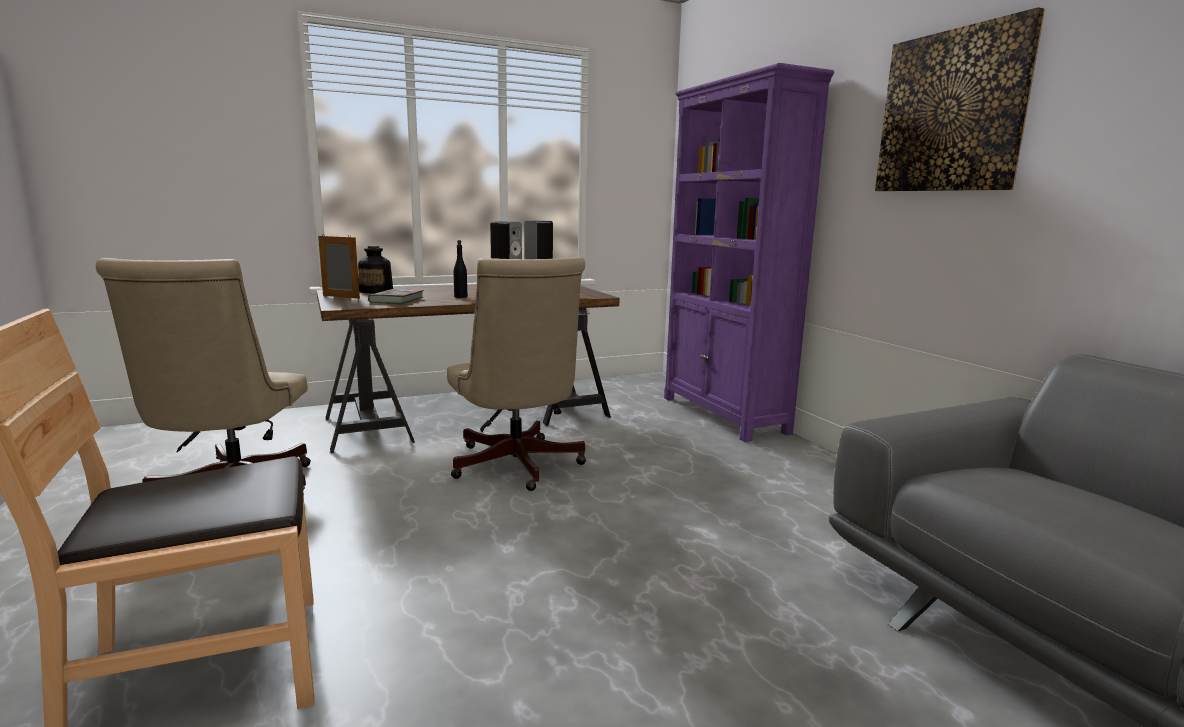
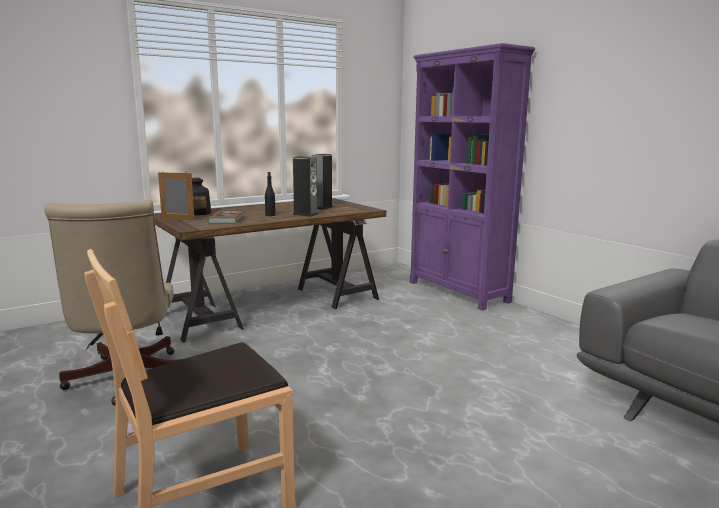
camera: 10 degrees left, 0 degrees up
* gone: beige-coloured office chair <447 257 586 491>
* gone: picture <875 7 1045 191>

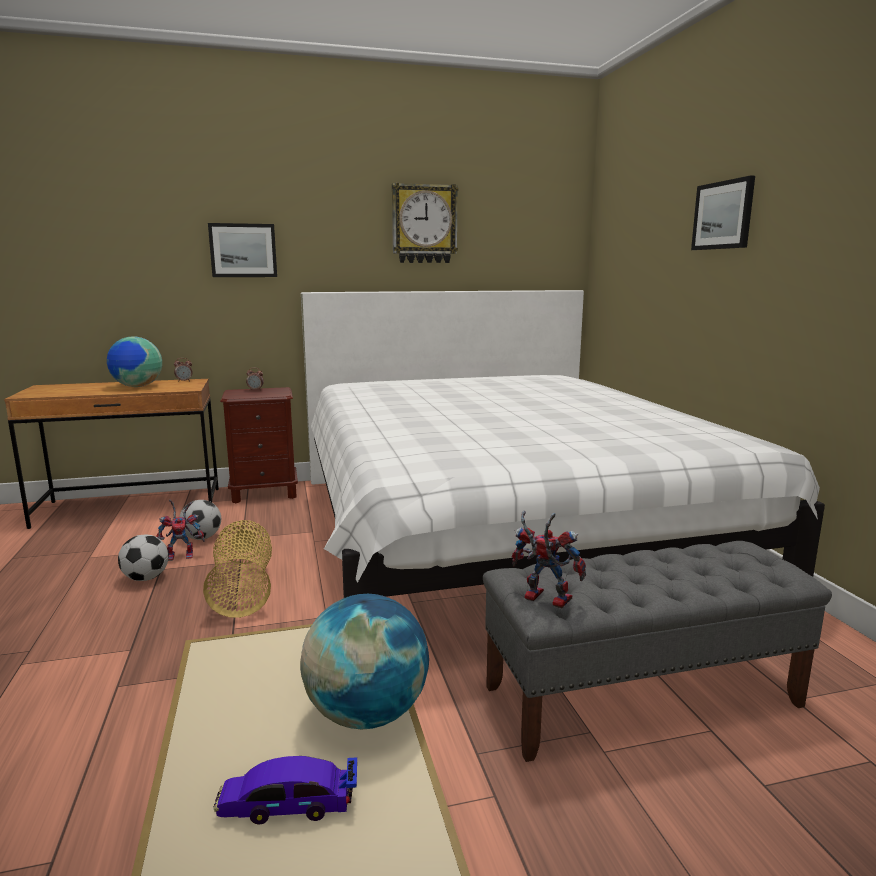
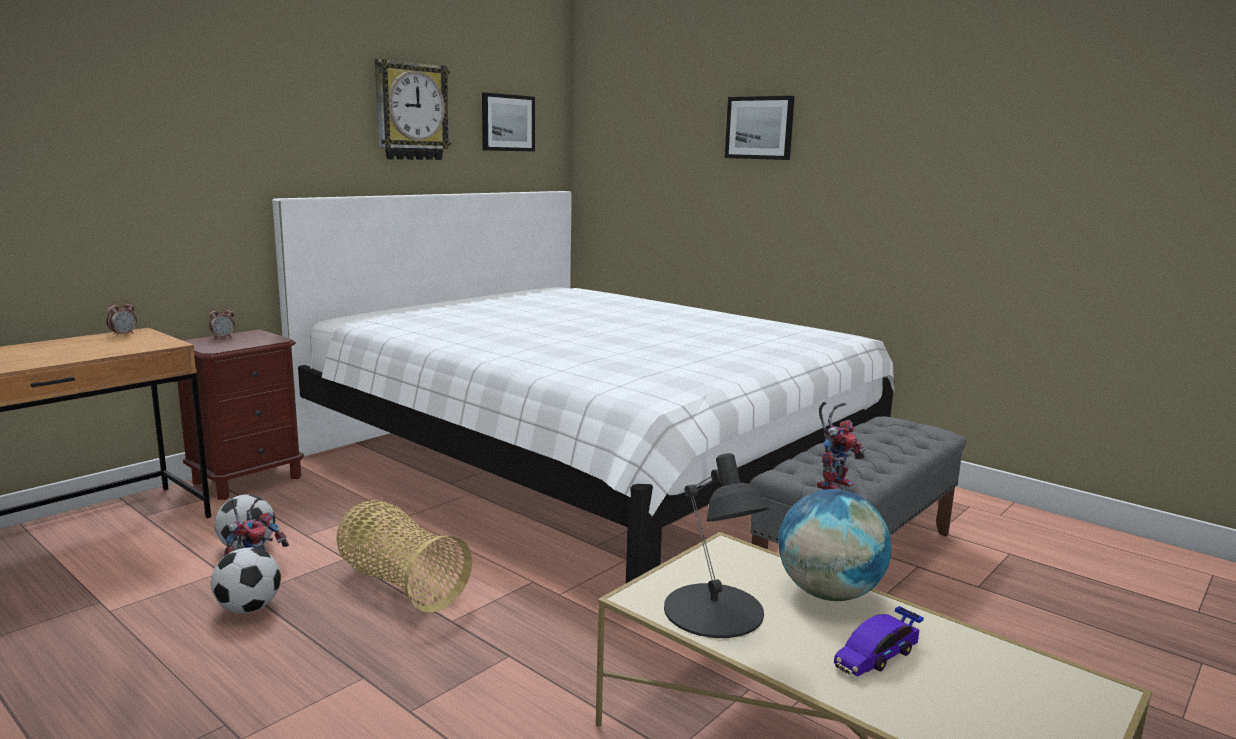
camera: 35 degrees left, 0 degrees up
* shifted: picture <208 223 277 277> to <482 92 535 152>
* new: blackish lamp for a table <664 453 769 638>
* rotated: robot figure <512 511 586 609> = <817 401 866 490> 135 degrees clockwise
* gone: globe <107 337 162 387>

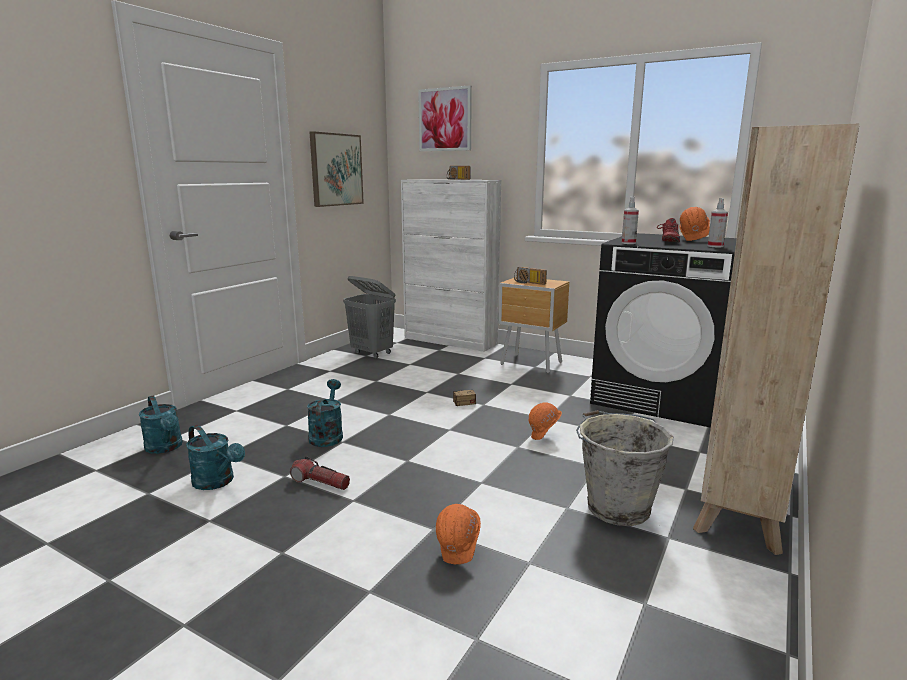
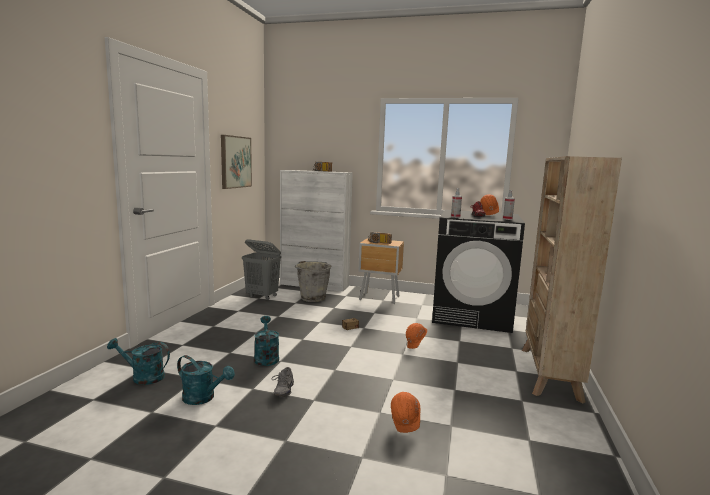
camera: 15 degrees left, 5 degrees down
* rotated: blue-green watering pot <139 395 183 454> = <107 338 170 385> 150 degrees clockwise
* swapped: hand torch <290 456 350 490> to grey shoe <271 367 294 397>
* shifted: grey bucket <576 410 673 526> to <295 261 332 302>
* gone: picture <418 85 472 151>

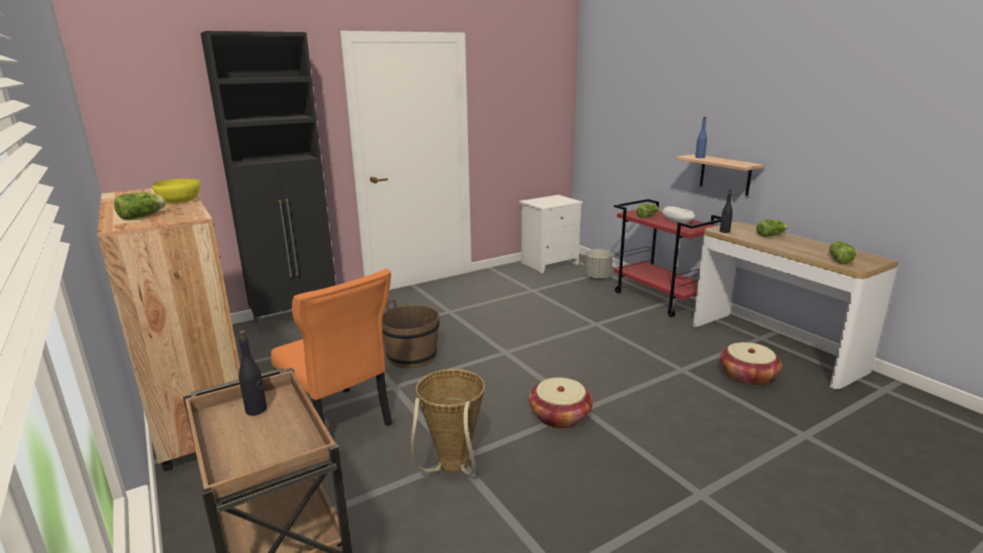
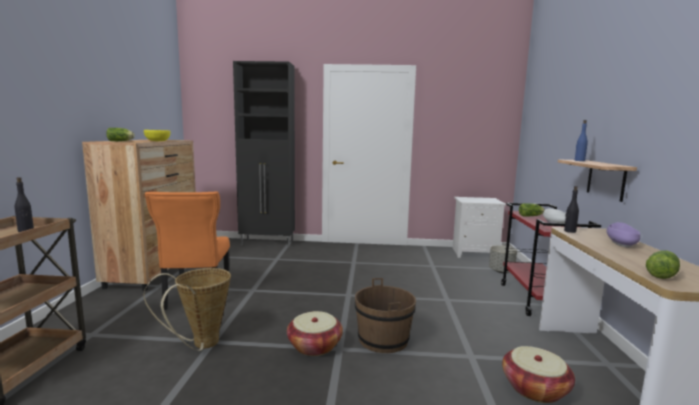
camera: 35 degrees right, 10 degrees down
* shifted: brownish bucket <382 300 440 368> to <355 278 416 353>
* swapped: lettuce <756 220 788 237> to purplish serving bowl <607 222 640 247>

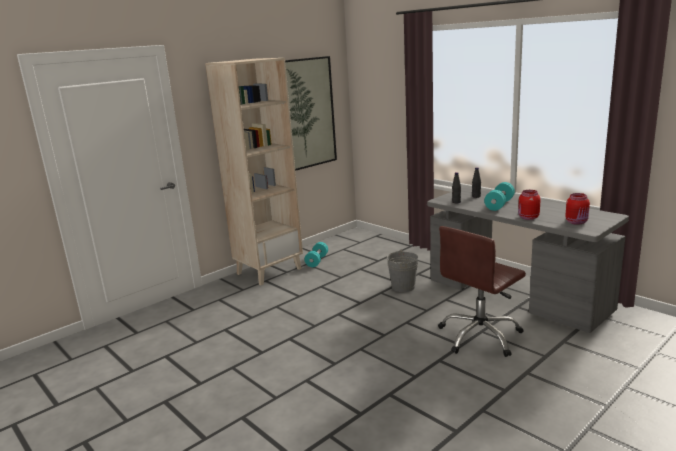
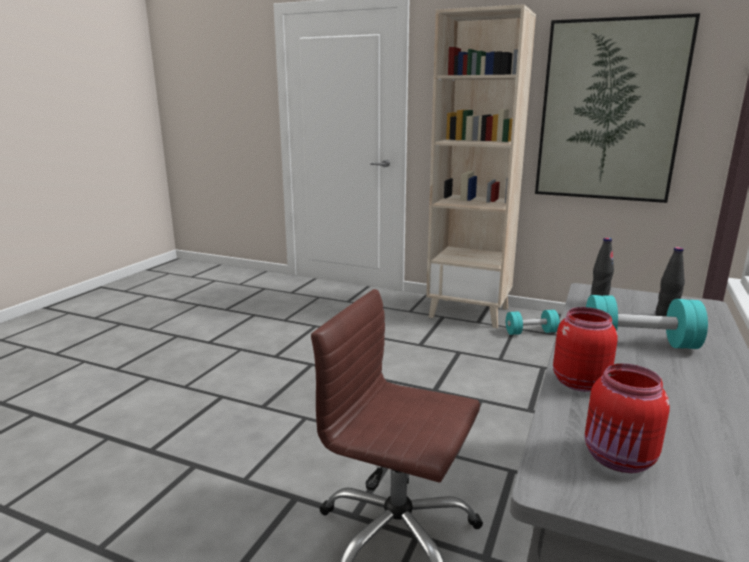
camera: 65 degrees right, 0 degrees up
* gone: grey bucket <387 249 418 292>

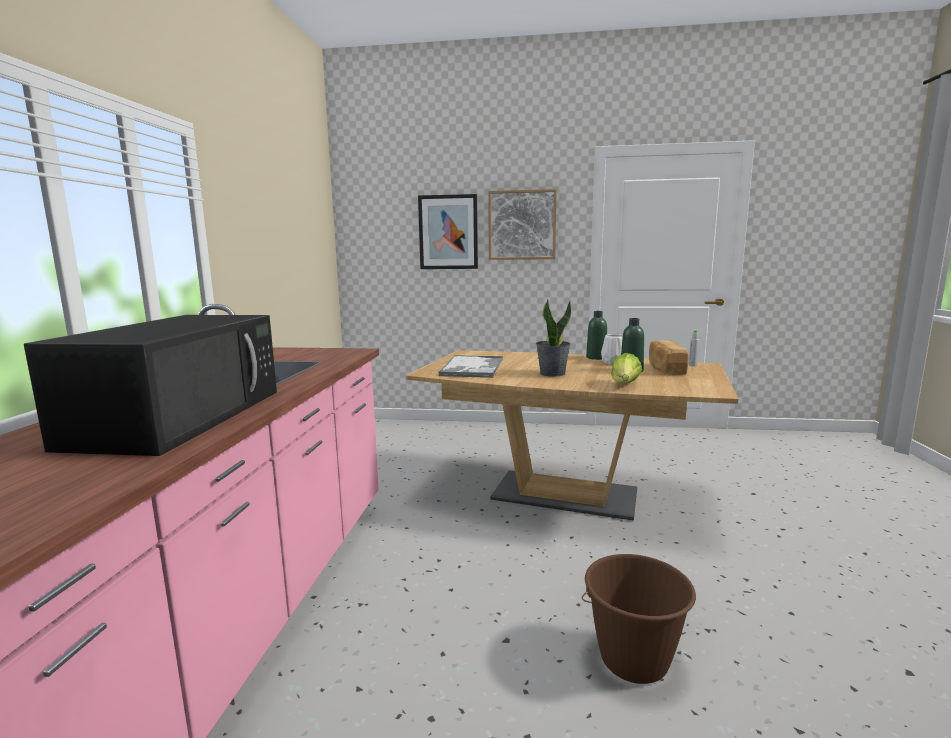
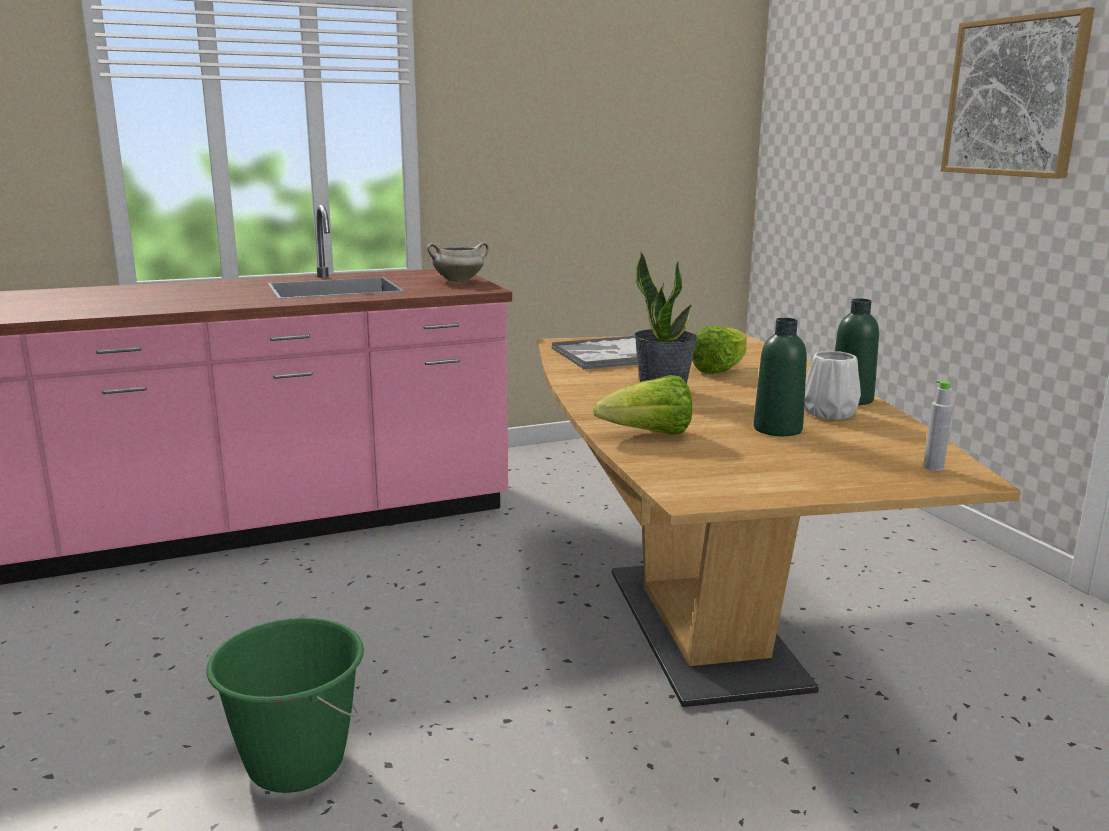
camera: 60 degrees right, 5 degrees up
* repainted: brownish bucket <582 554 696 684> to green-coloured bucket <206 618 364 793>
* new: whitish stockpot <427 242 489 282>
* new: lettuce <692 326 747 374>
* gone: blackish microwave <24 315 277 456>
* gone: picture <418 194 478 269>
* gone: baked bread <649 340 688 375>

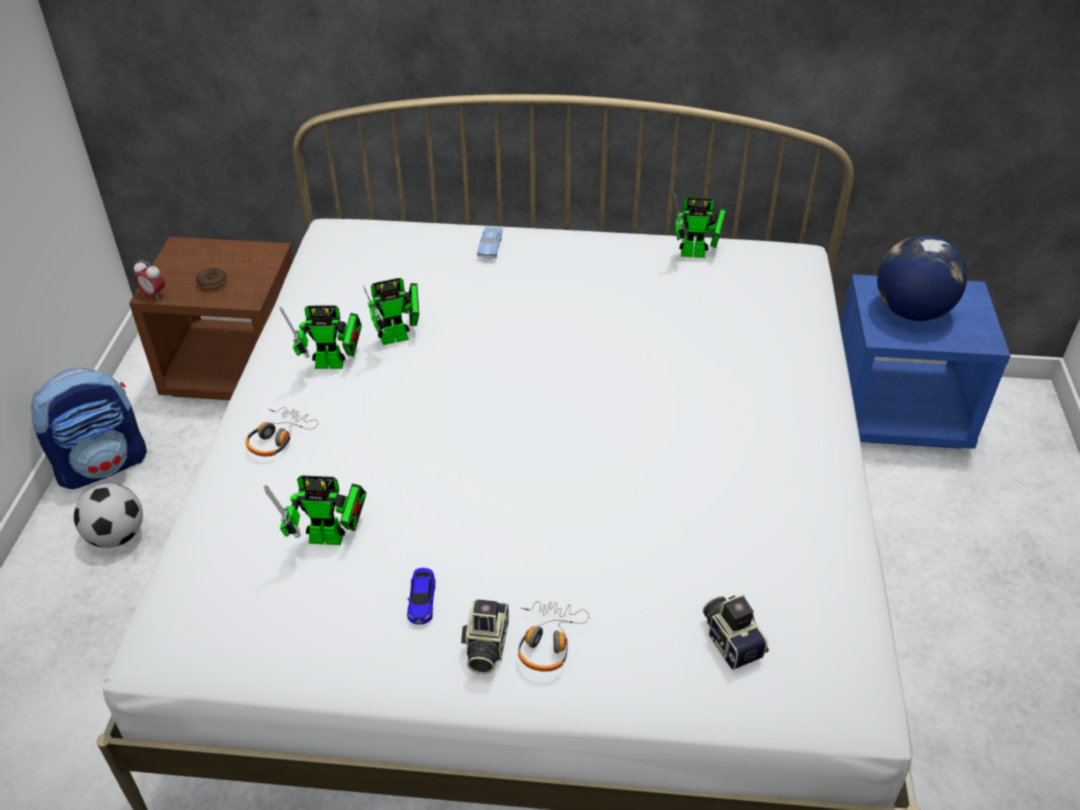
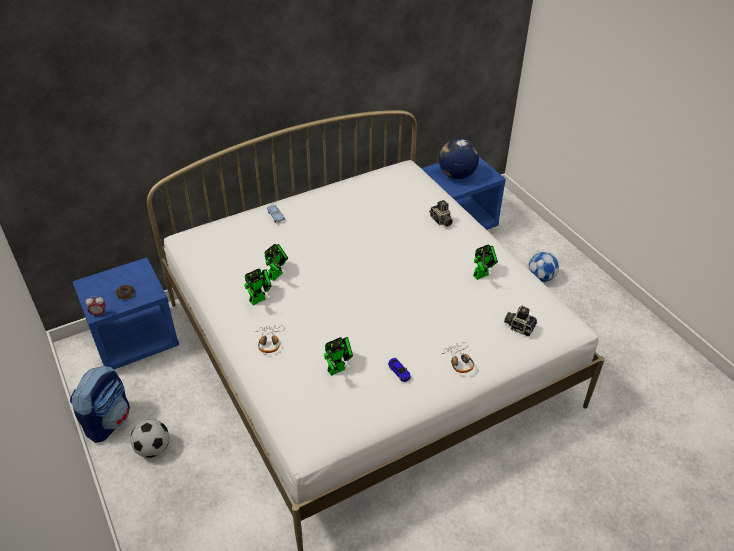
camera: 35 degrees left, 0 degrees up
* repainted: brownish nightstand <129 237 294 400> to blue-coloured nightstand <72 257 179 369>
* shifted: photo camera <461 599 509 674> to <429 200 453 227>
* shifted: robot figure <674 193 727 258> to <473 244 498 280>
* new: football <528 252 559 282>

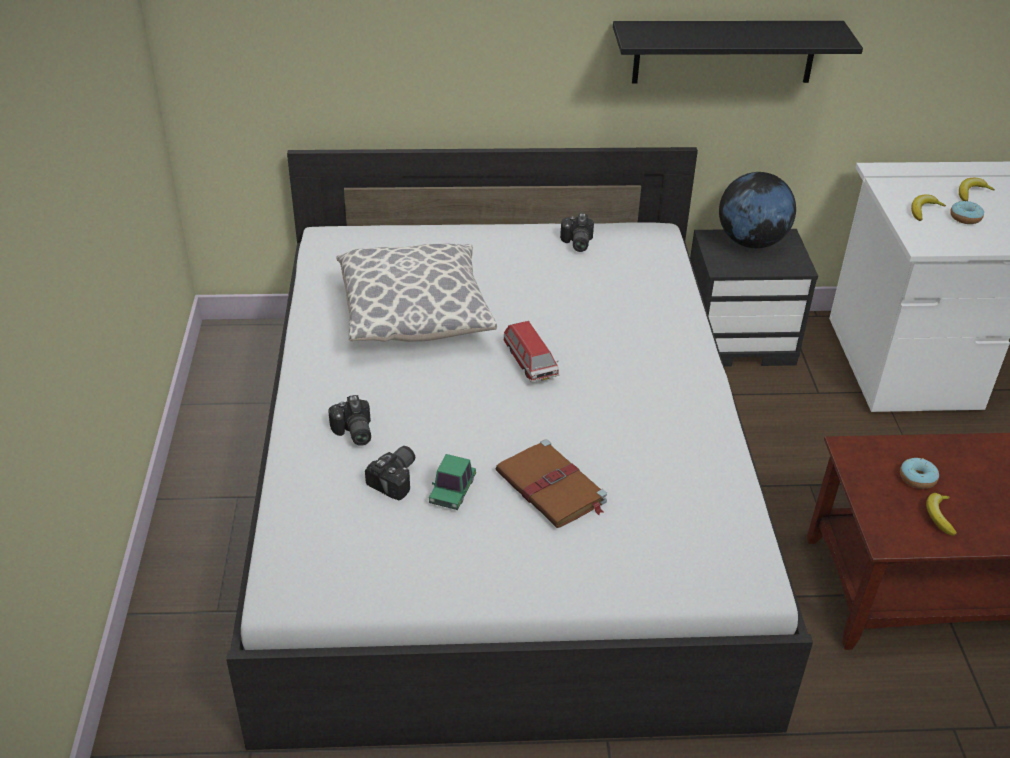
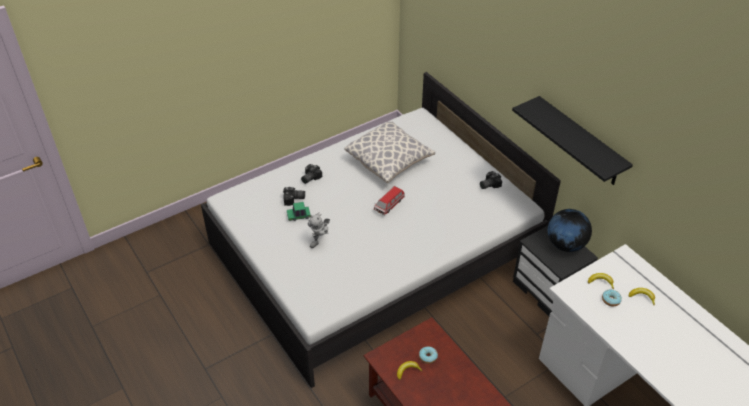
camera: 60 degrees right, 5 degrees up
* swapped: brownish book <495 439 607 528> to robot figure <308 212 330 248>

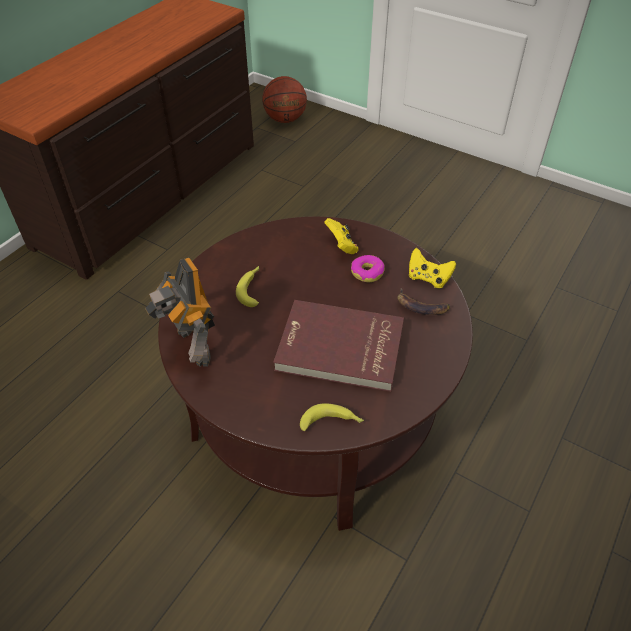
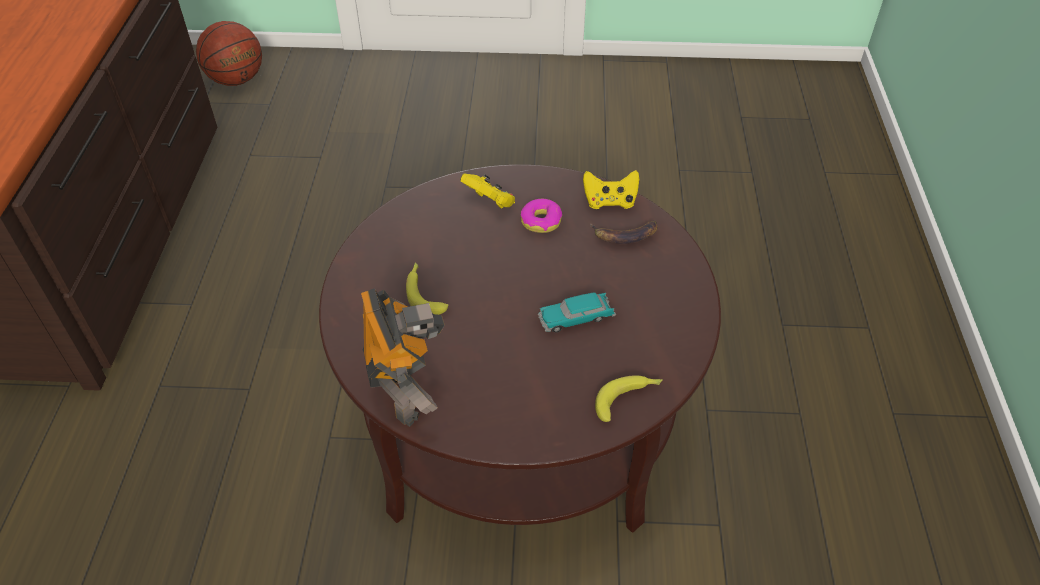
camera: 30 degrees left, 0 degrees up
* rotated: robot figure <145 258 215 367> = <361 288 445 427> 135 degrees counterclockwise
* swapped: reddish book <273 300 404 392> to miniature car <537 293 616 332>

